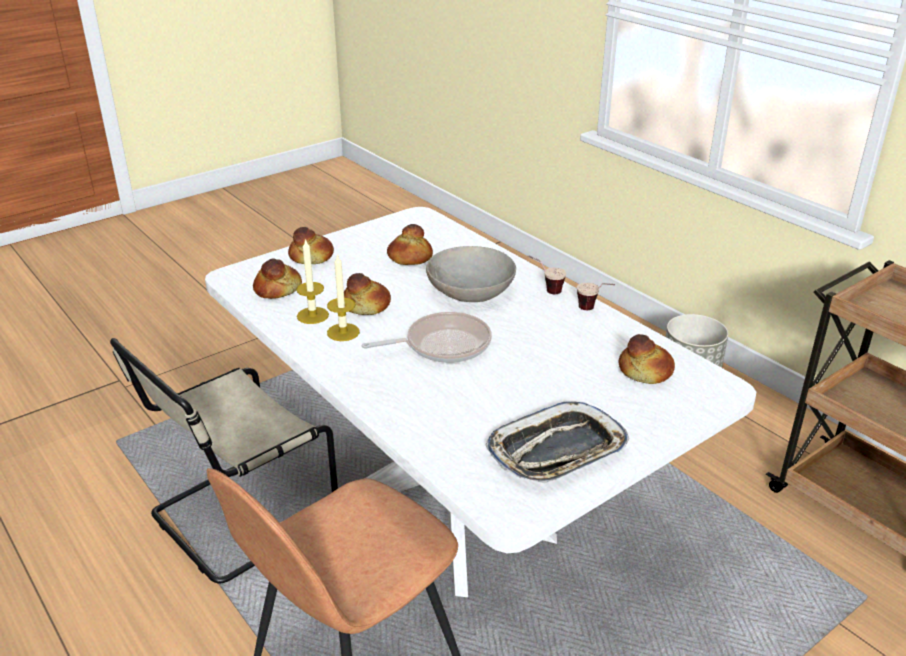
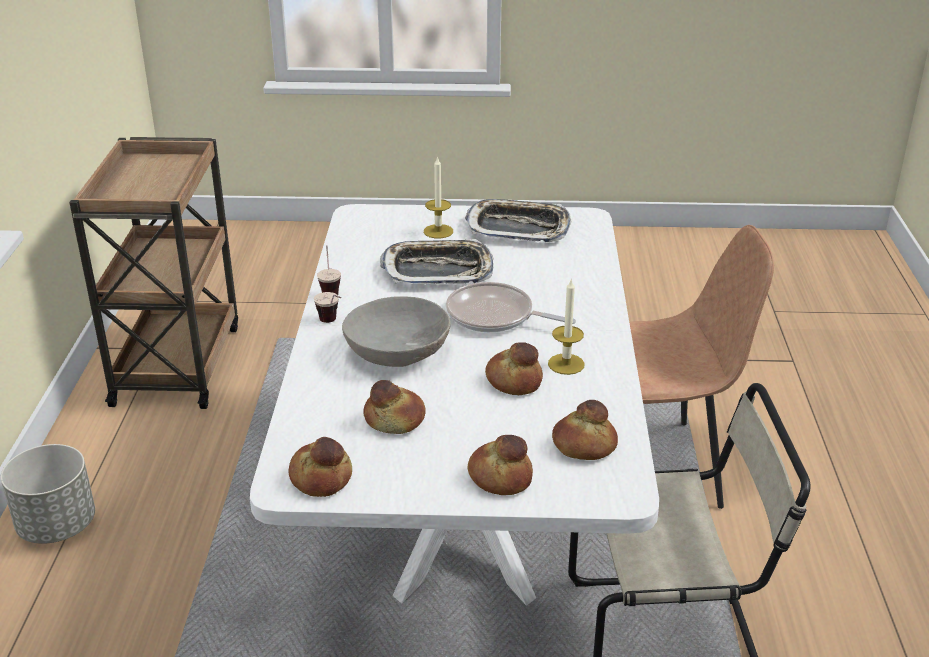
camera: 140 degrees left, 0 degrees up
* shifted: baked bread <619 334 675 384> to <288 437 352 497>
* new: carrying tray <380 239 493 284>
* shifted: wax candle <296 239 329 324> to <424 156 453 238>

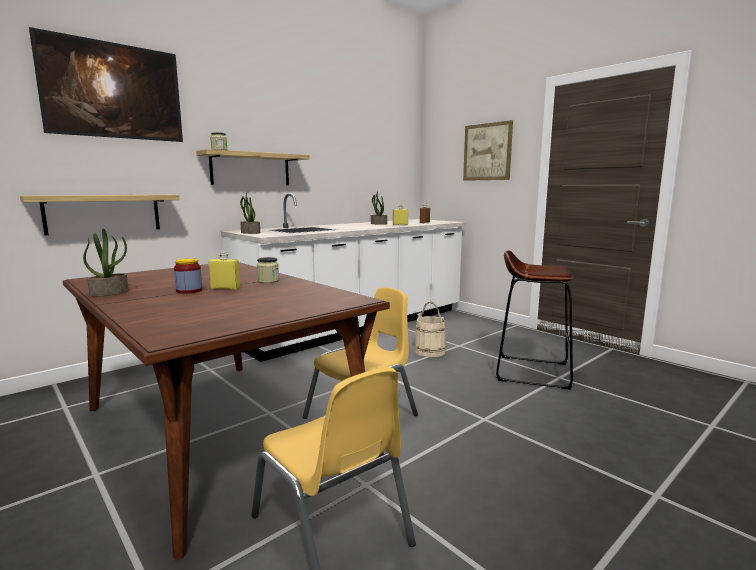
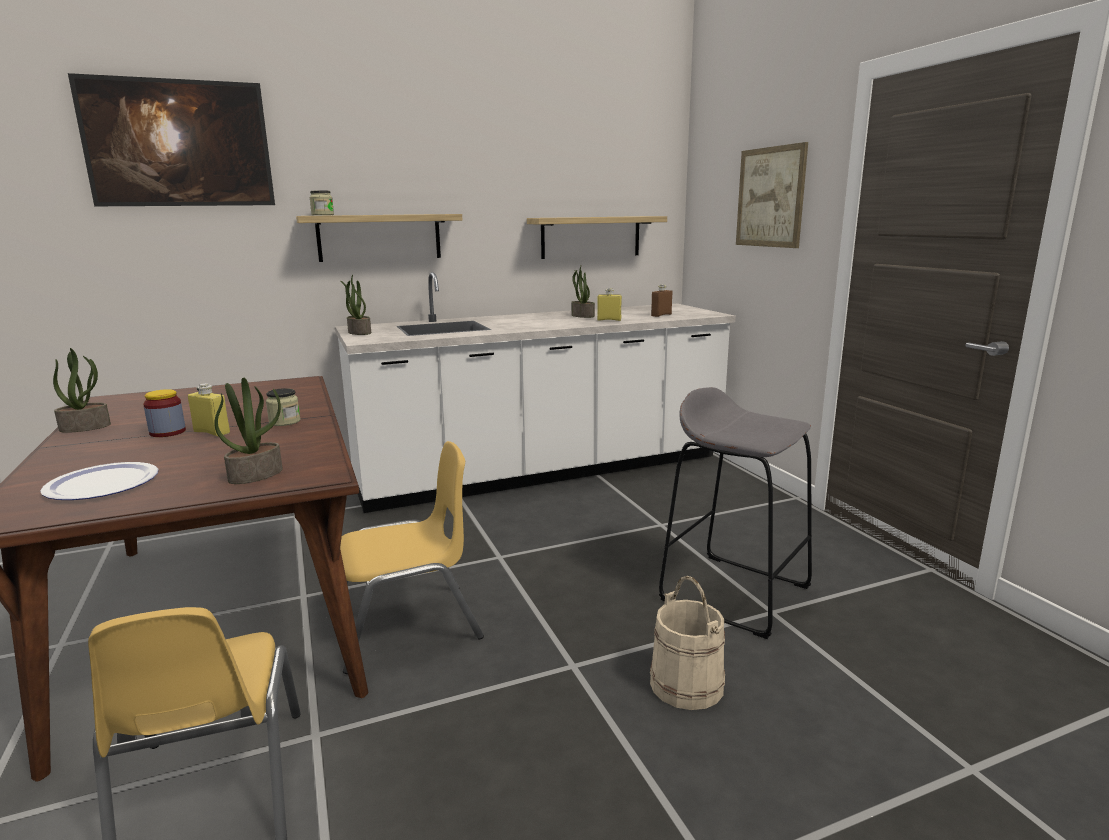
camera: 20 degrees right, 5 degrees up
* new: dinner plate <40 462 159 500>
* new: houseplant <214 378 283 484>
* shifted: bracket shelf <20 195 180 235> to <527 216 667 259>
* shifted: beige-coloured bucket <414 302 446 357> to <650 576 725 710>
* repainted: brownish sitting stool <496 251 573 390> to grey sitting stool <659 387 812 639>

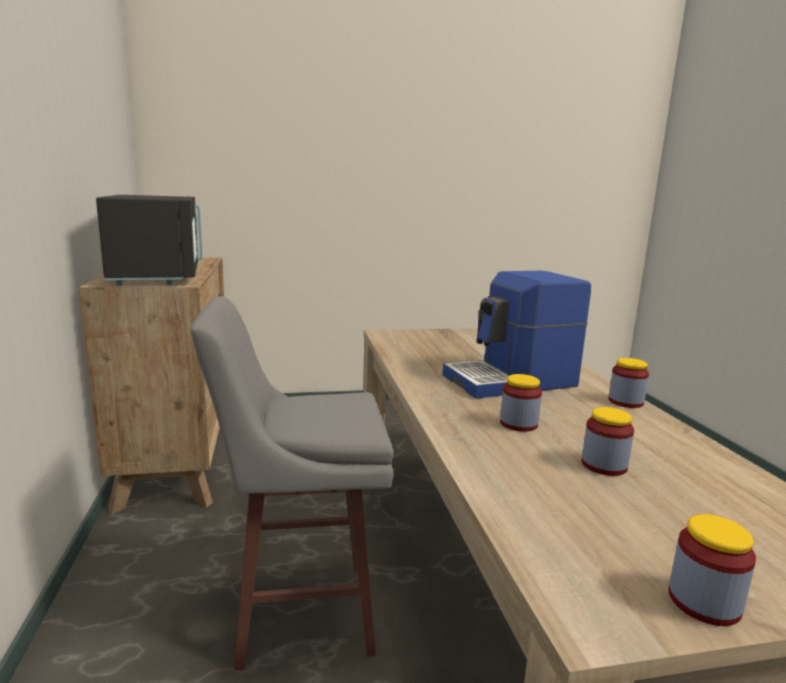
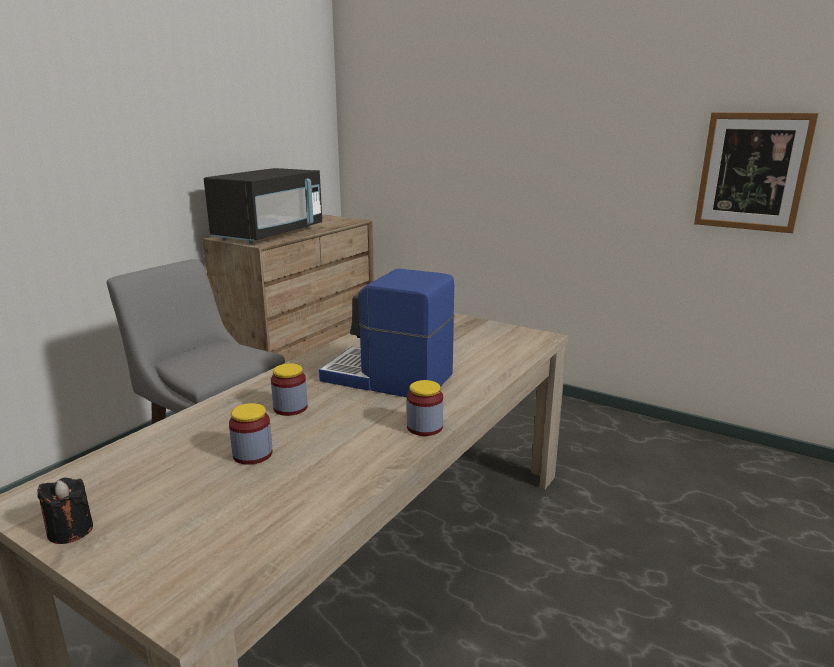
camera: 45 degrees right, 5 degrees up
* swapped: preserve jar <668 514 756 626> to blackish wax candle <38 477 93 544>
* new: picture <694 112 819 233>

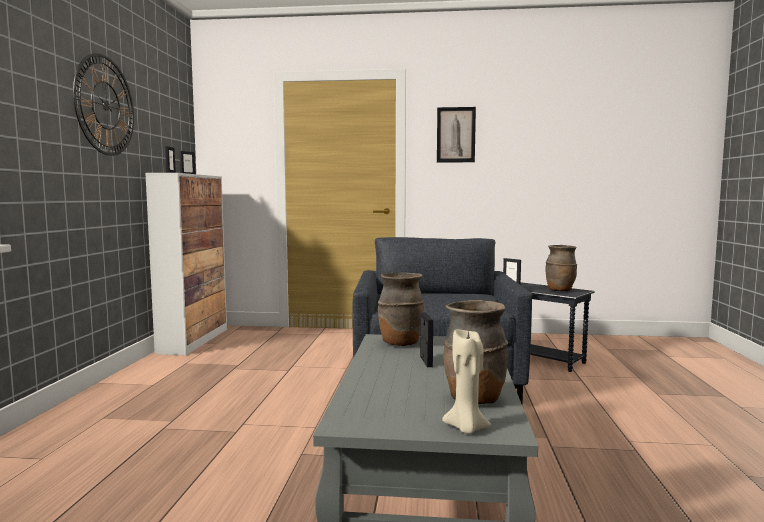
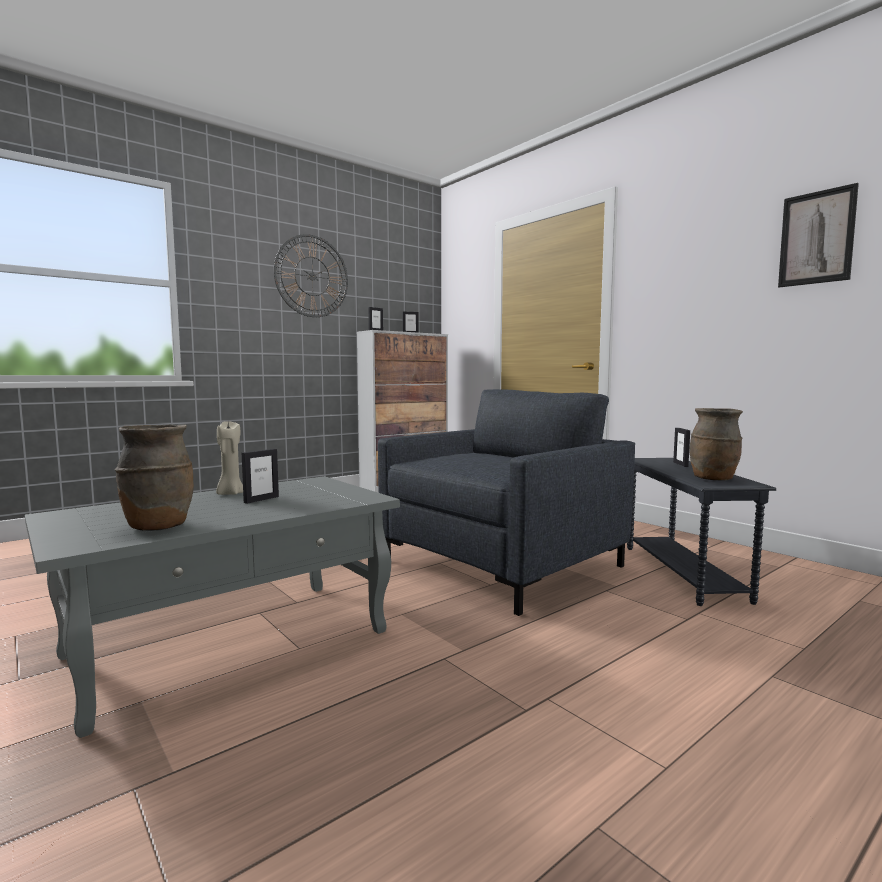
camera: 45 degrees right, 0 degrees up
* shifted: beige-coloured wax candle <442 330 491 434> to <216 421 243 495>
* shifted: picture <437 107 476 163> to <778 183 859 287>
* gone: brownish vase <378 273 424 346>

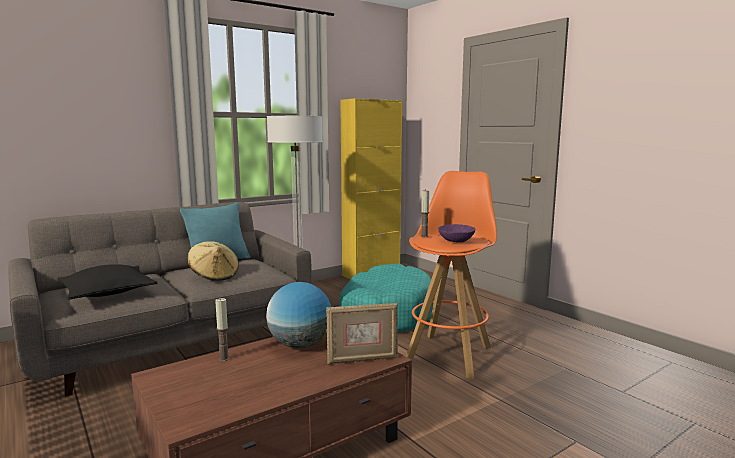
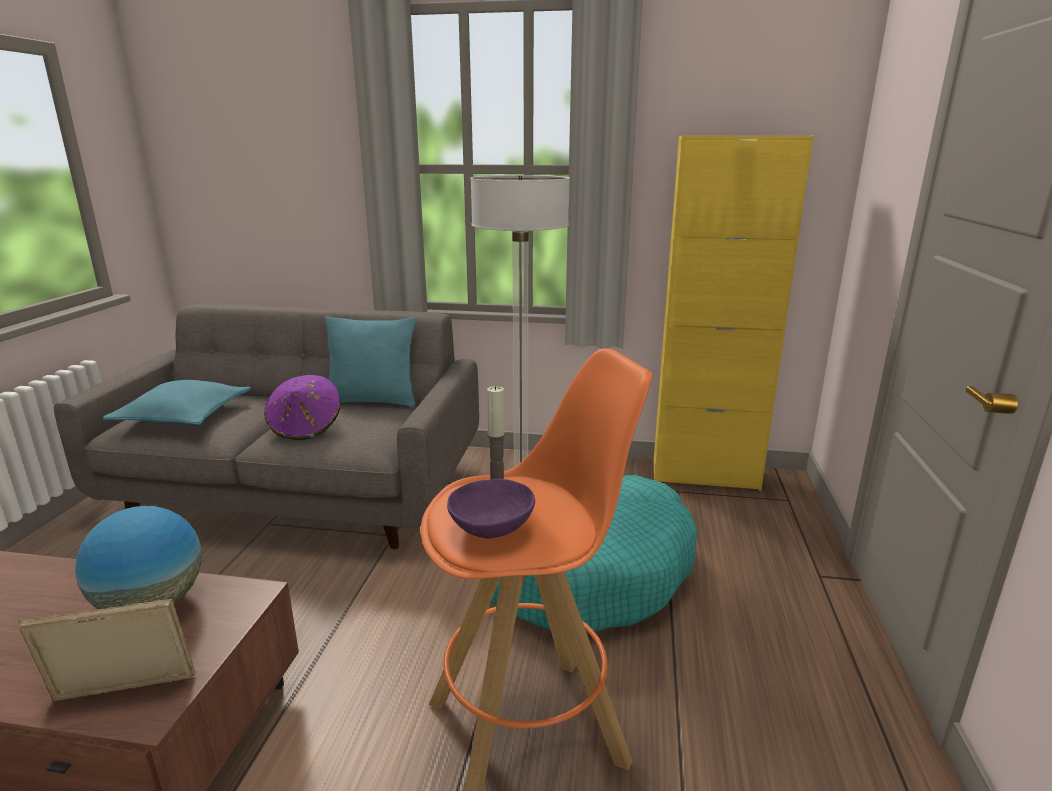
camera: 45 degrees right, 10 degrees up
* rotated: photo frame <326 303 398 365> = <19 599 196 701> 135 degrees clockwise
* repainted: blackish pillow <58 264 158 300> to blue-green pillow <103 380 251 425>
* repainted: beige-coloured wearable hat <188 241 239 281> to purplish wearable hat <264 375 340 440>
* gone: wax candle <215 298 230 361>

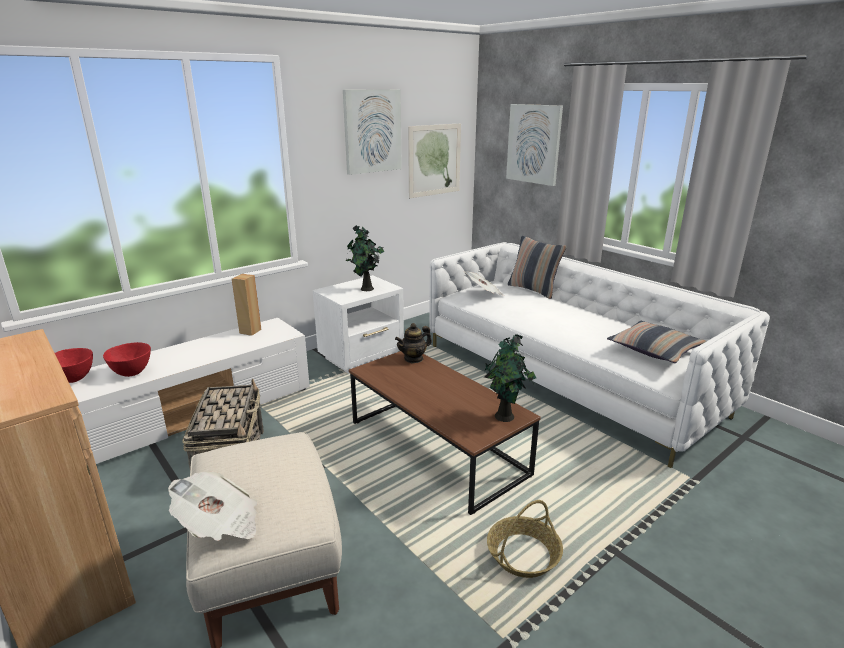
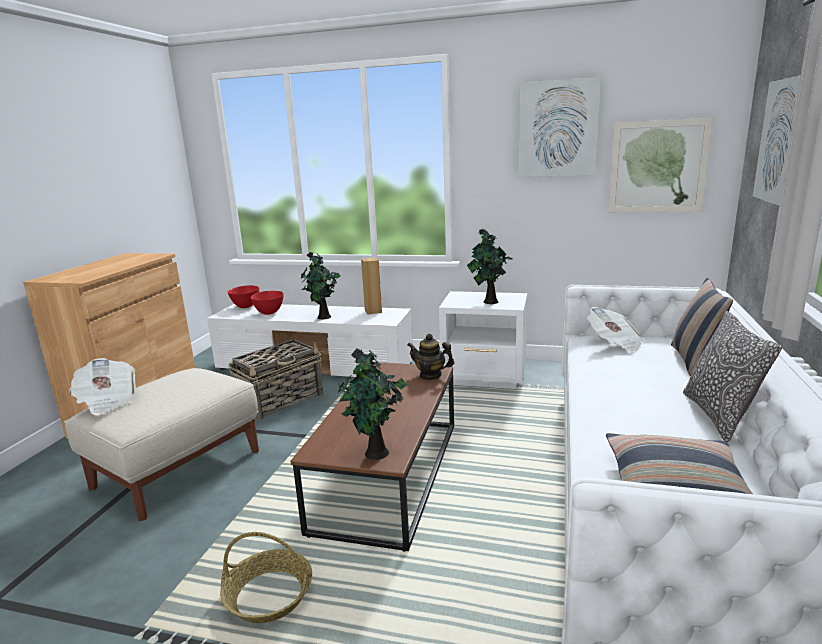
camera: 55 degrees right, 5 degrees down
* new: houseplant <301 252 340 319>
* new: pillow <683 311 782 442>

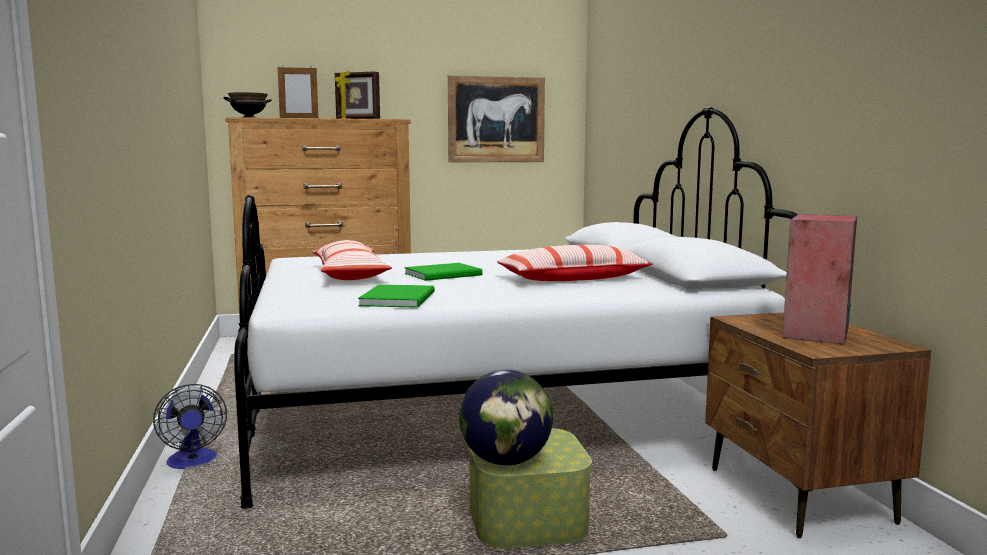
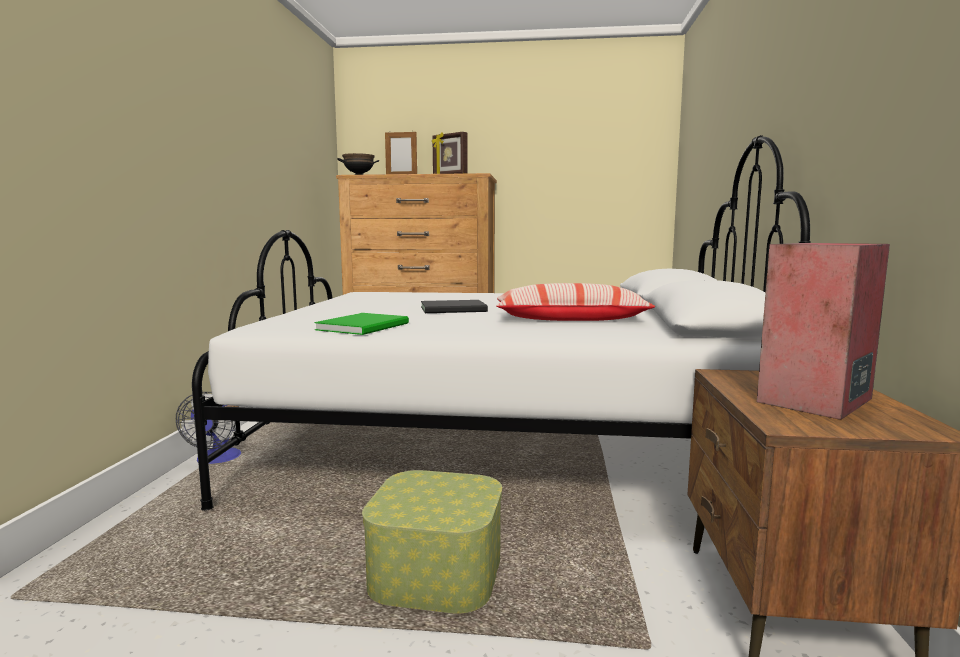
camera: 20 degrees right, 0 degrees up
* repainted: green-coloured book <404 263 482 281> to blackish book <421 300 488 313>
* gone: pillow <312 240 392 280>
* gone: picture <448 75 545 162>
* gone: globe <459 370 553 465>

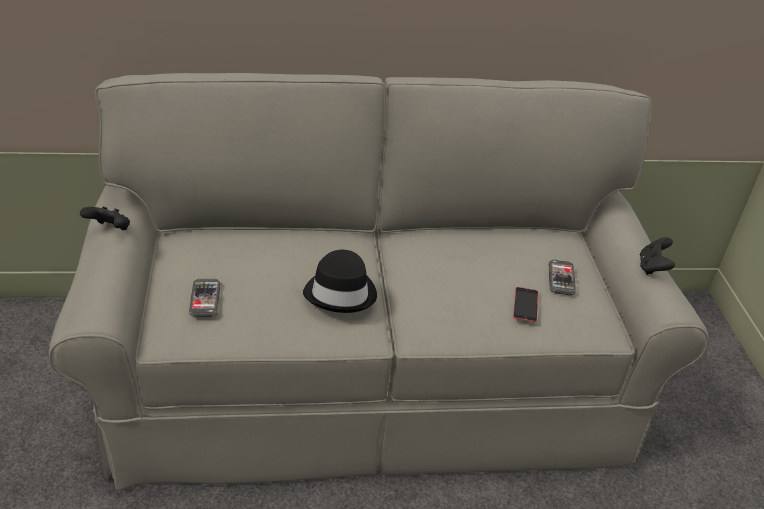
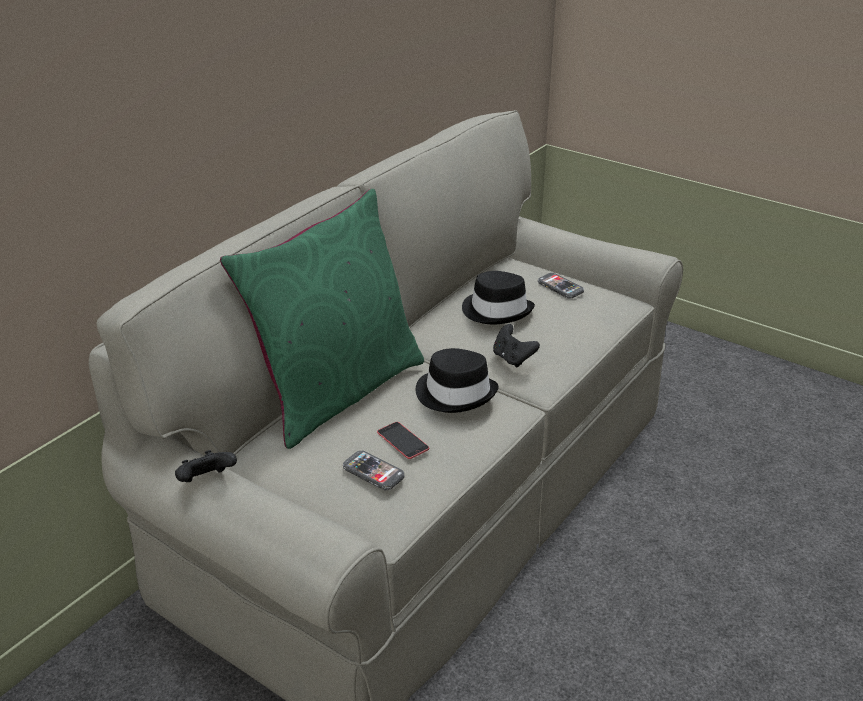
camera: 45 degrees left, 5 degrees down
* new: green-coloured pillow <220 189 424 449>
* shifted: phone <513 287 539 322> to <377 422 429 459>
* new: blackish wearable hat <462 271 535 324>
* shifted: blackish game controller <640 237 675 275> to <493 324 540 368>

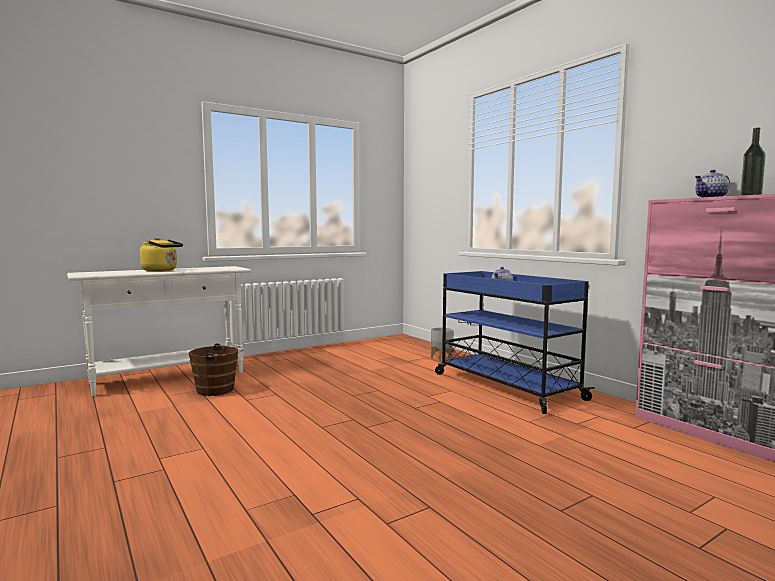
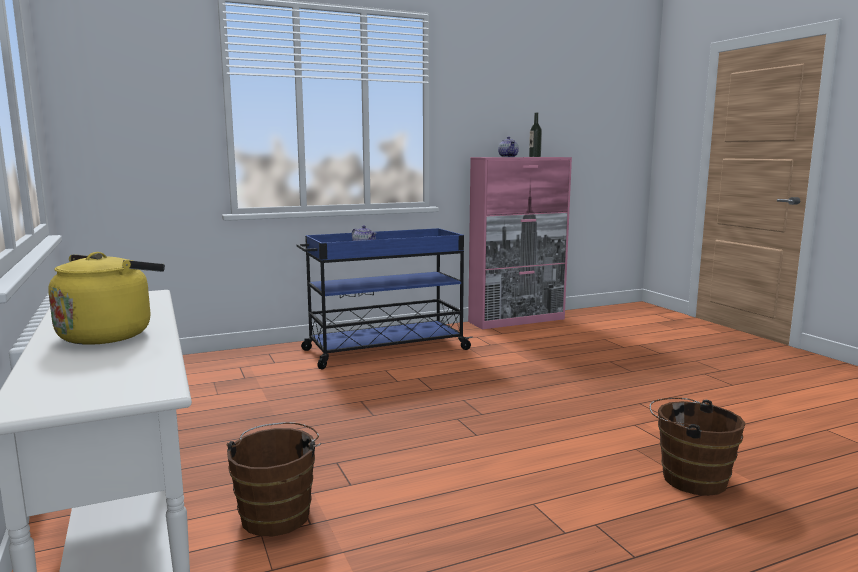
camera: 80 degrees left, 5 degrees up
* new: brownish bucket <649 398 745 496>
* gone: grey plant pot <431 327 453 361>

